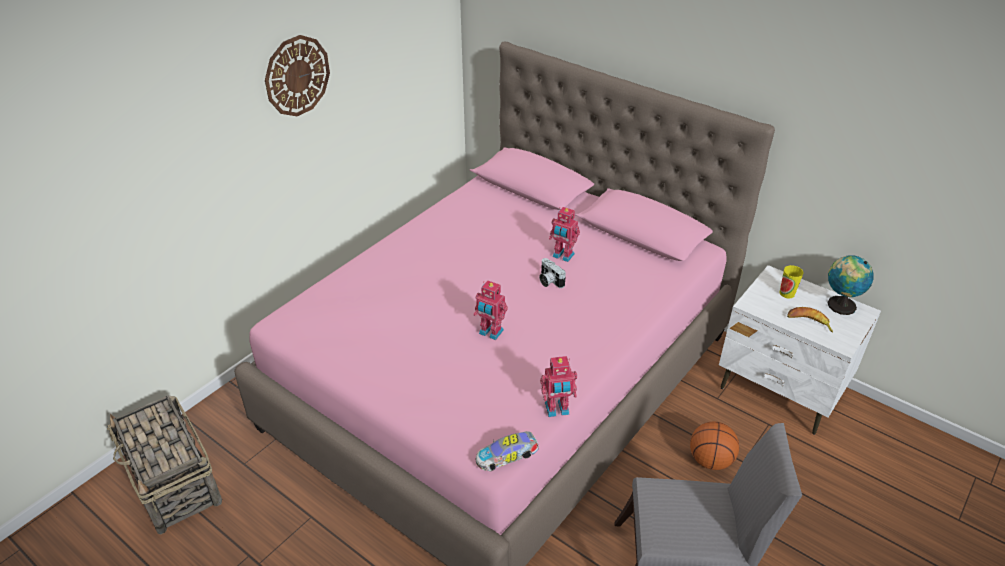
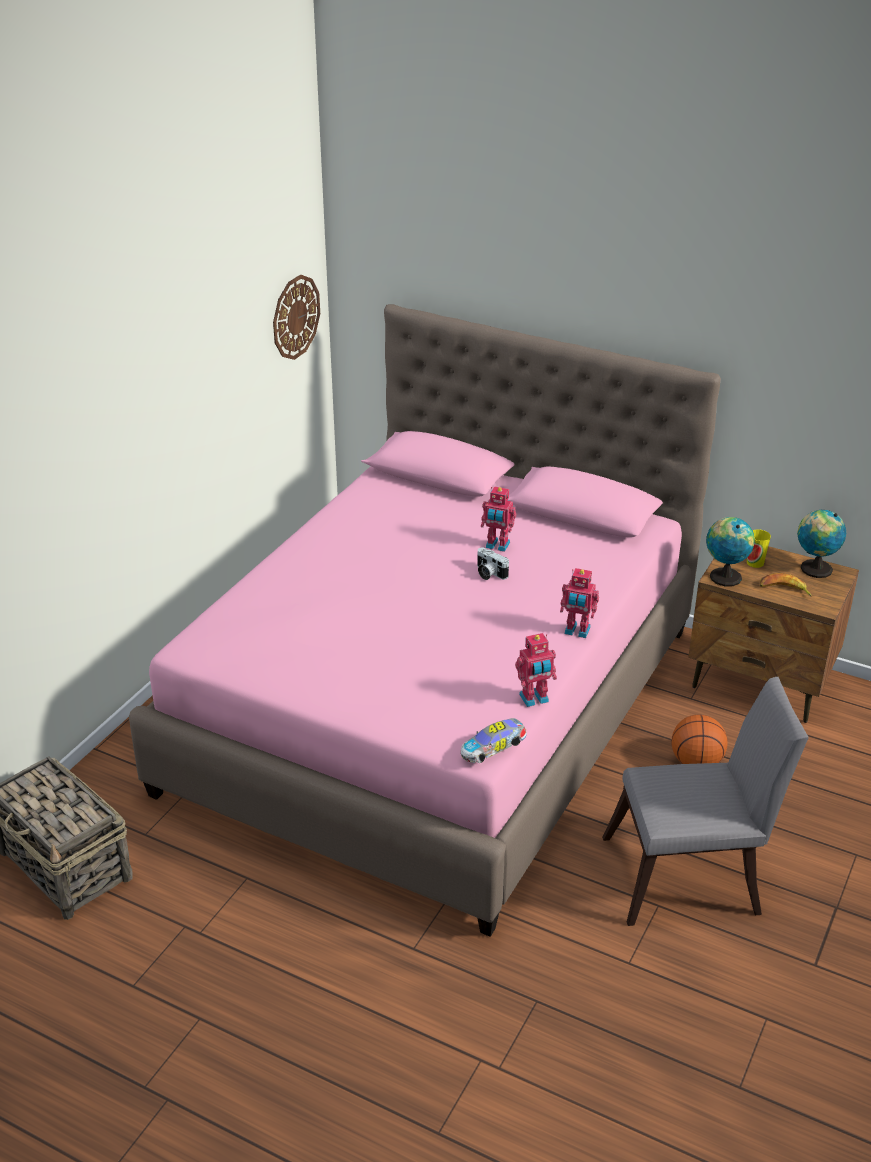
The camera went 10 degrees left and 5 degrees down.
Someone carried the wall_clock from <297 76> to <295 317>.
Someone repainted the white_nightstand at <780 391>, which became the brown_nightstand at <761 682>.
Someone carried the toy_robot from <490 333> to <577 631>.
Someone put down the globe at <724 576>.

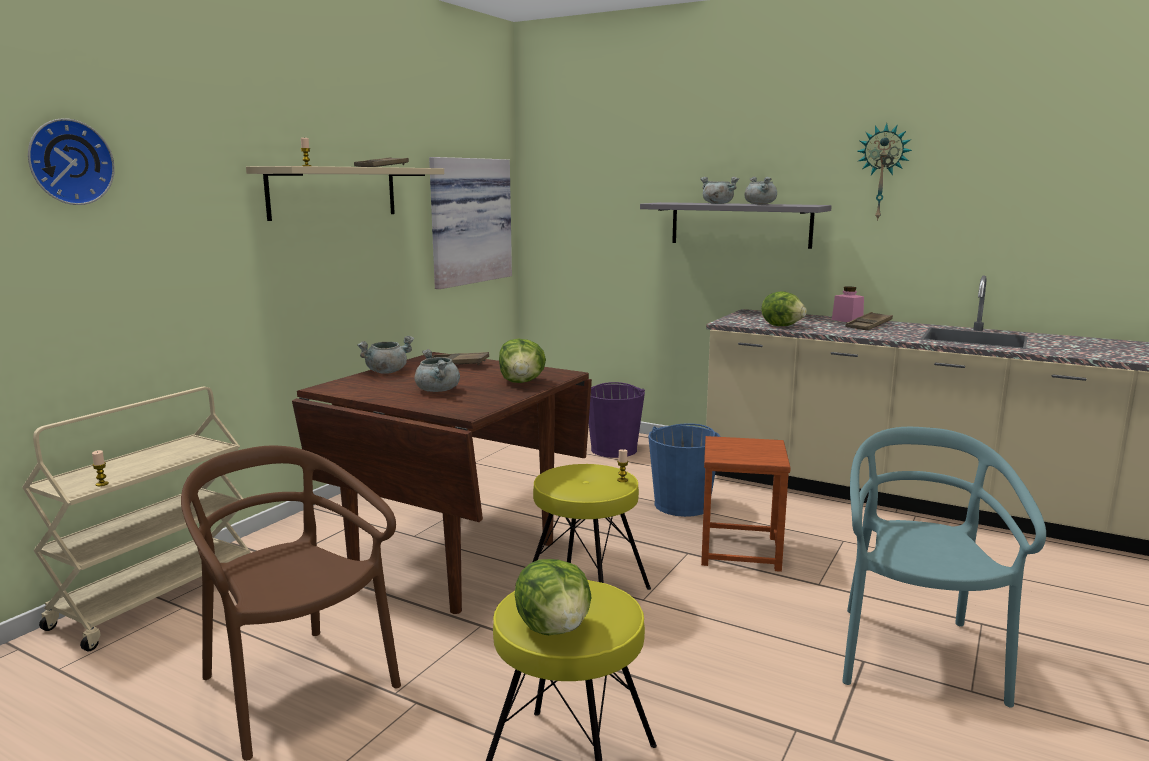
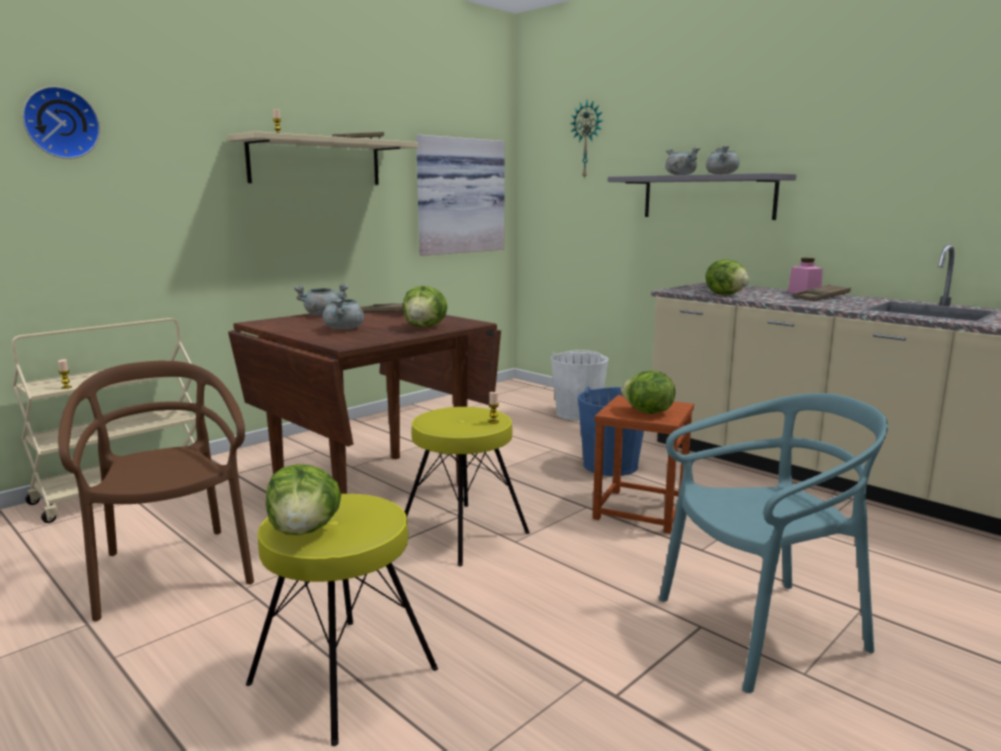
The camera went 15 degrees right and 0 degrees up.
Someone carried the wall_clock from <882 172> to <587 140>.
Someone repainted the purple_bucket at <614 449>, which became the white_bucket at <578 414>.
Someone rotated the turquoise_chair at <915 655> by 45 degrees clockwise.
Someone put down the lettuce at <647 412>.

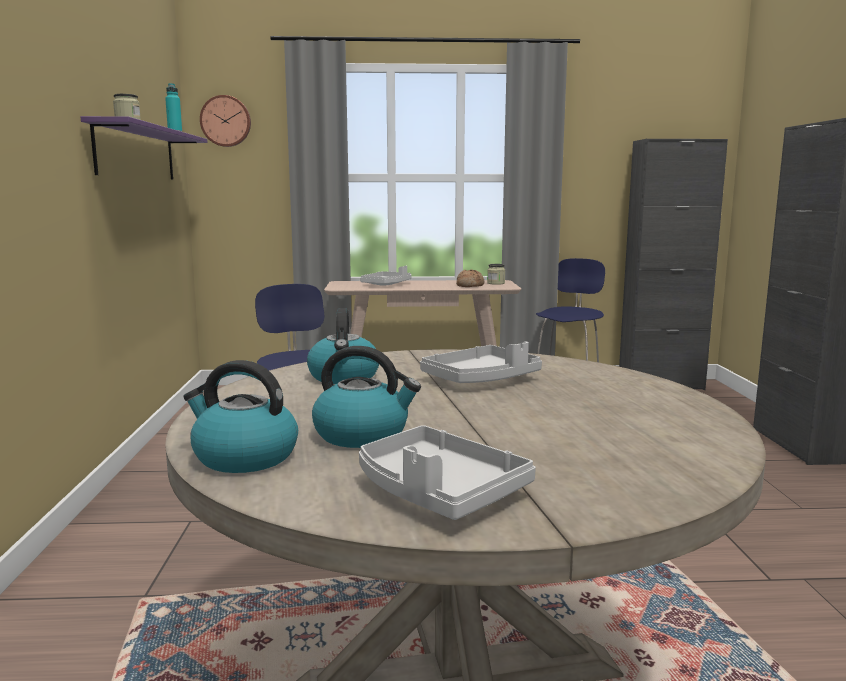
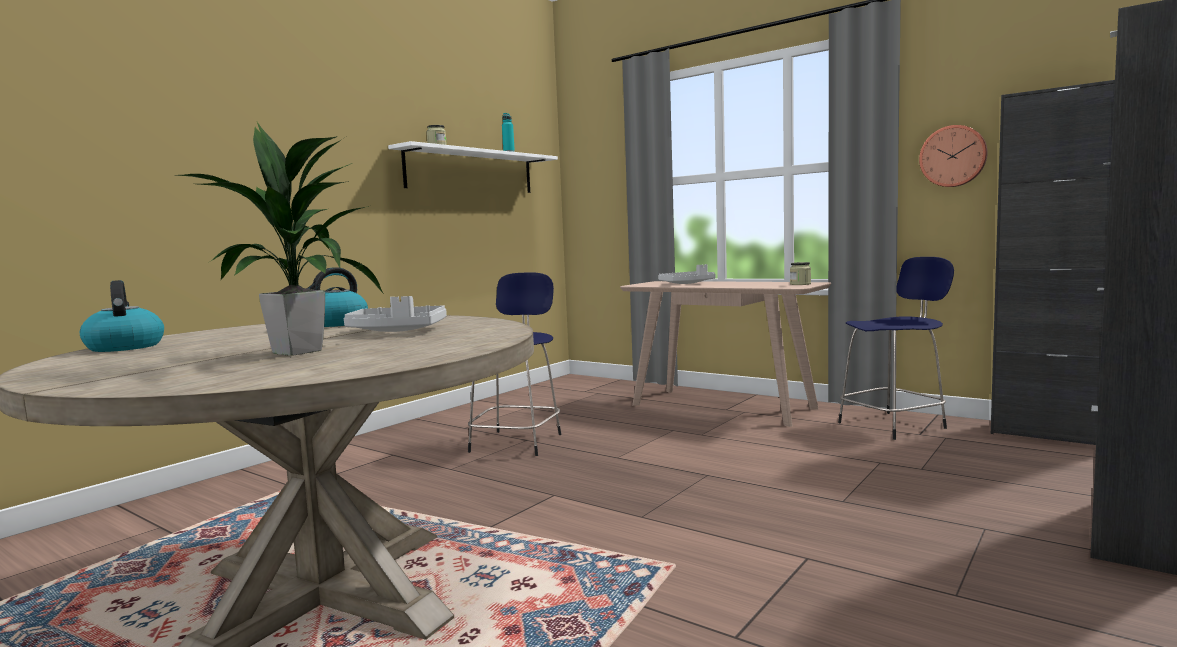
The camera went 40 degrees right and 5 degrees down.
Someone carried the wall_clock from <226 121> to <953 156>.
Someone repainted the purple_shelf at <137 153>, which became the white_shelf at <471 171>.
Someone took away the bread at <469 285>.
Someone took away the kettle at <363 434>.
Someone took away the grey_tray at <437 491>.
Someone put down the potted_plant at <298 352>.

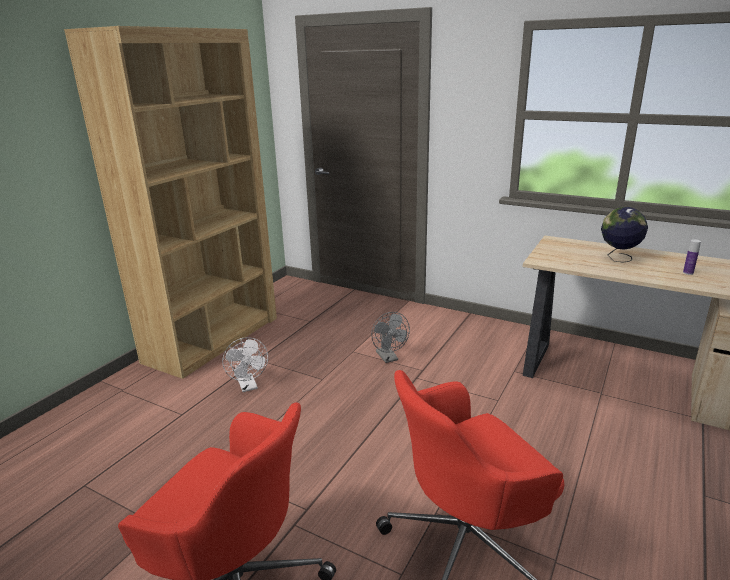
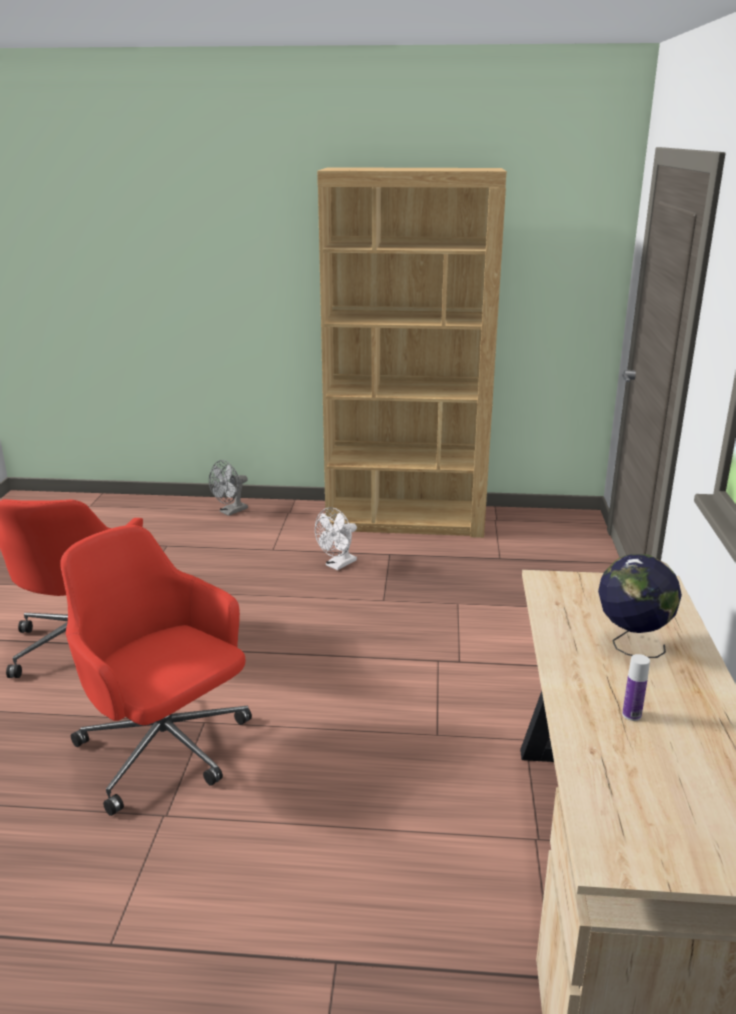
The camera went 65 degrees right and 0 degrees up.
Someone carried the grey_fan from <389 358> to <230 512>.

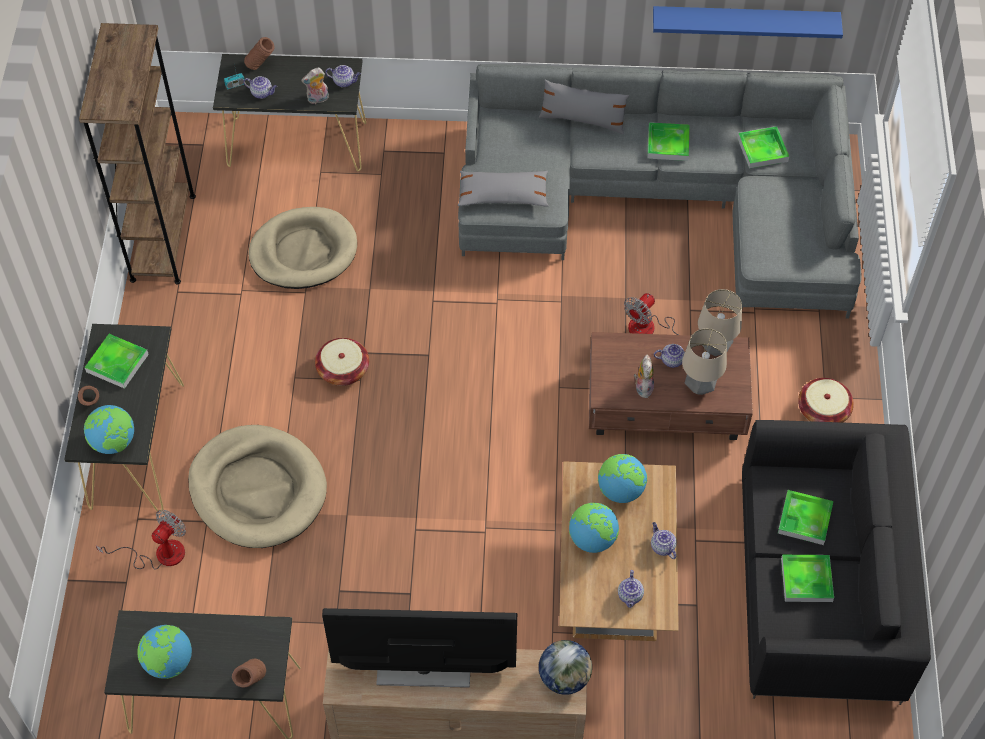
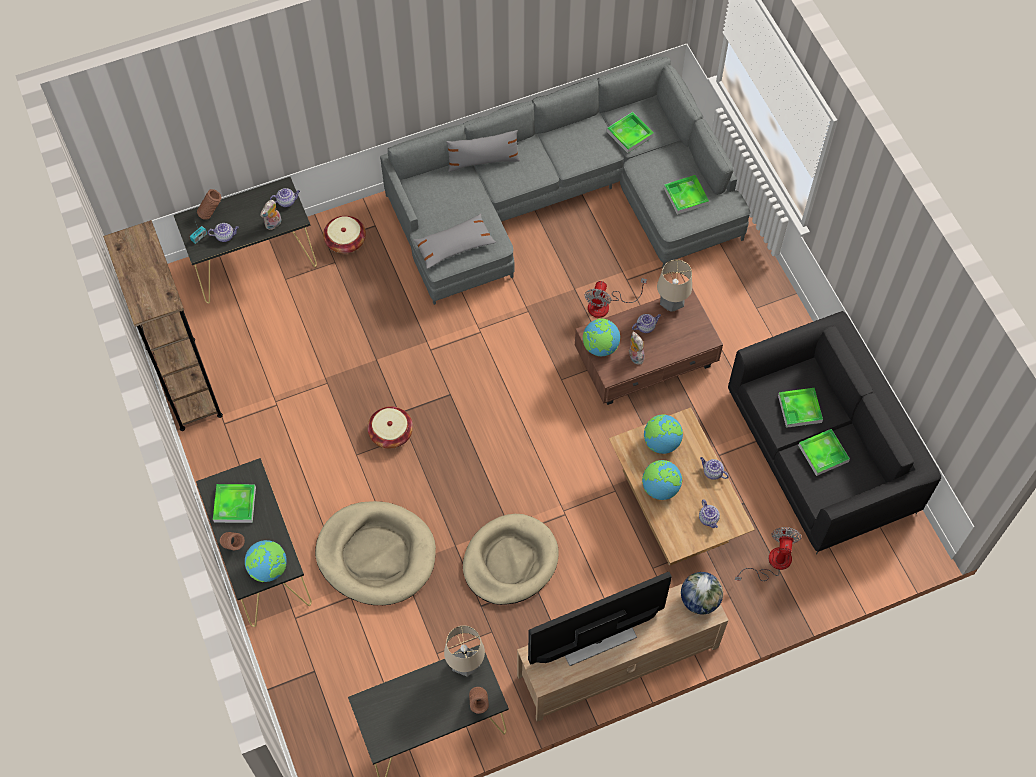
The camera went 25 degrees left and 5 degrees up.
Someone took away the blue_shelf at <744 21>.
Someone carried the tray from <668 144> to <686 196>.
Someone carried the beige_dog_bed from <303 251> to <510 561>.
Someone carried the table_lamp from <700 387> to <465 665>.
Someone carried the basket from <823 411> to <345 241>.
Someone carried the fan from <159 554> to <772 563>.
Someone carried the globe from <168 662> to <600 347>.

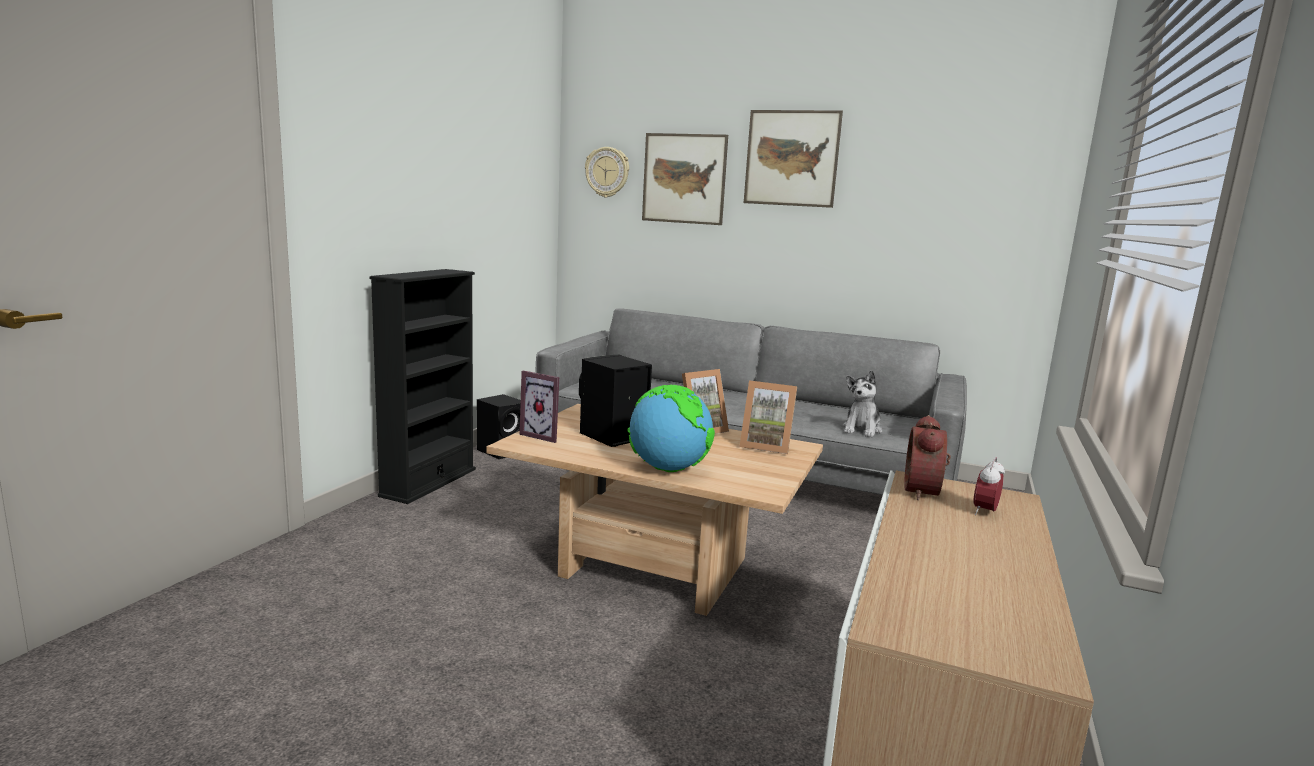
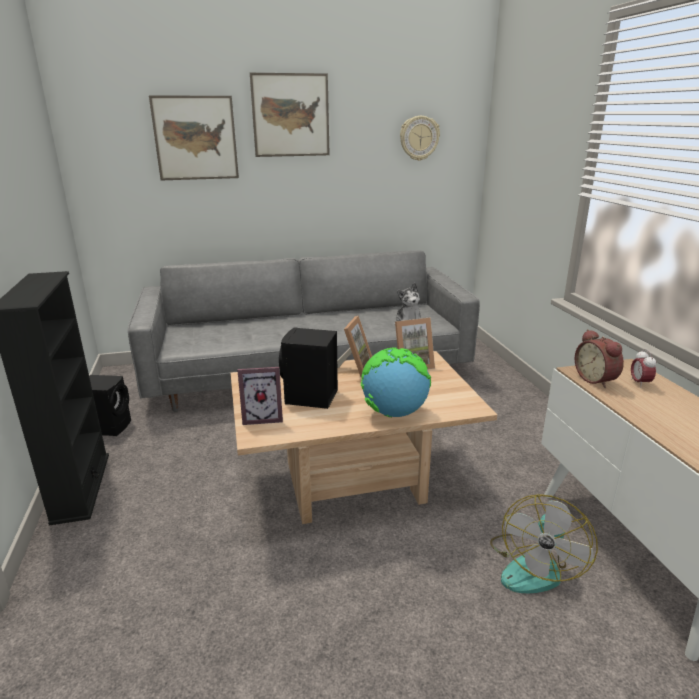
The camera went 35 degrees left and 10 degrees up.
Someone carried the wall_clock from <607 172> to <419 138>.
Someone put down the fan at <534 566>.

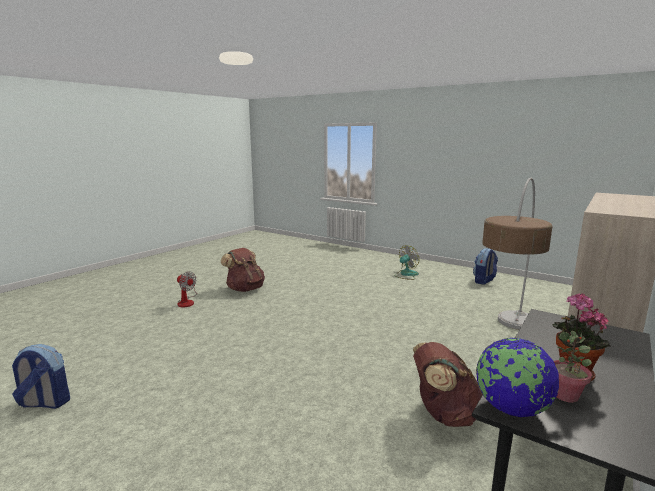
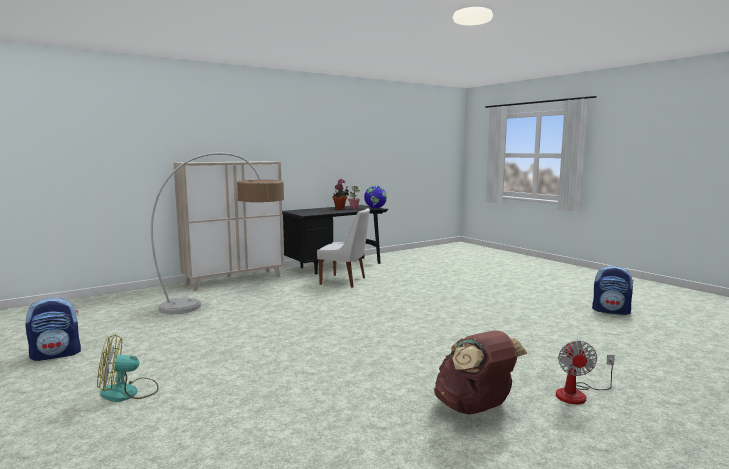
The camera went 160 degrees left and 5 degrees down.
Someone rotated the fan at <187 301> by 135 degrees counterclockwise.
Someone swapped the brown_backpack at <444 414> for the white_chair at <345 281>.

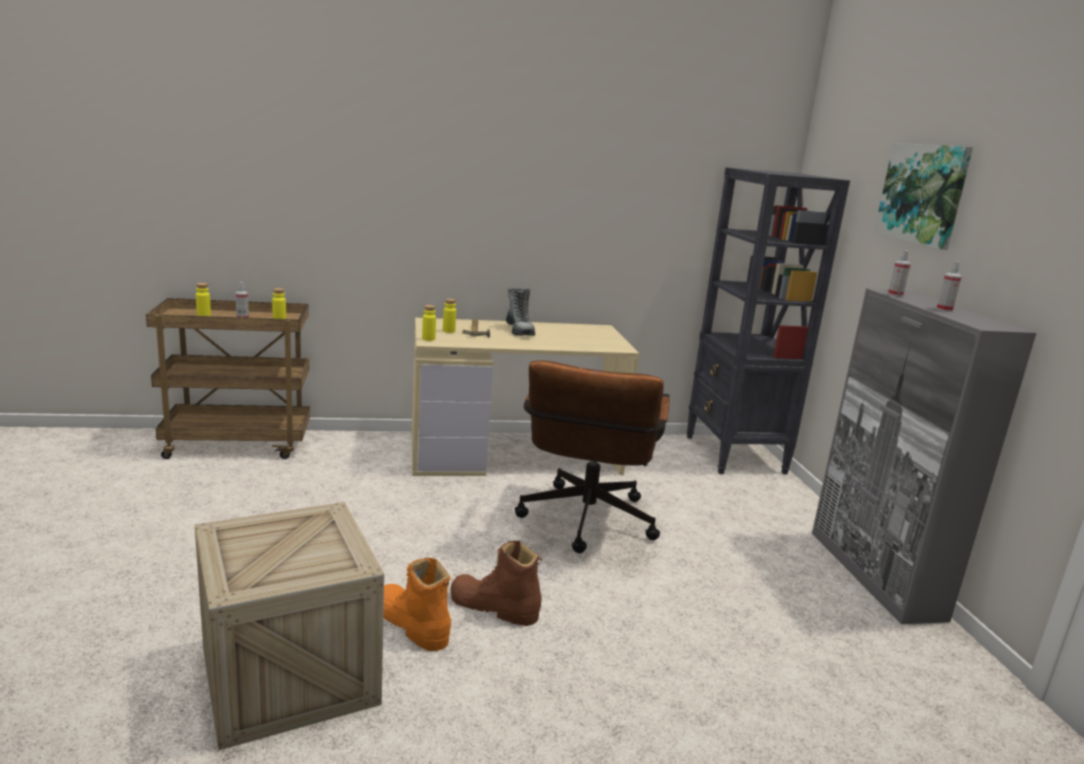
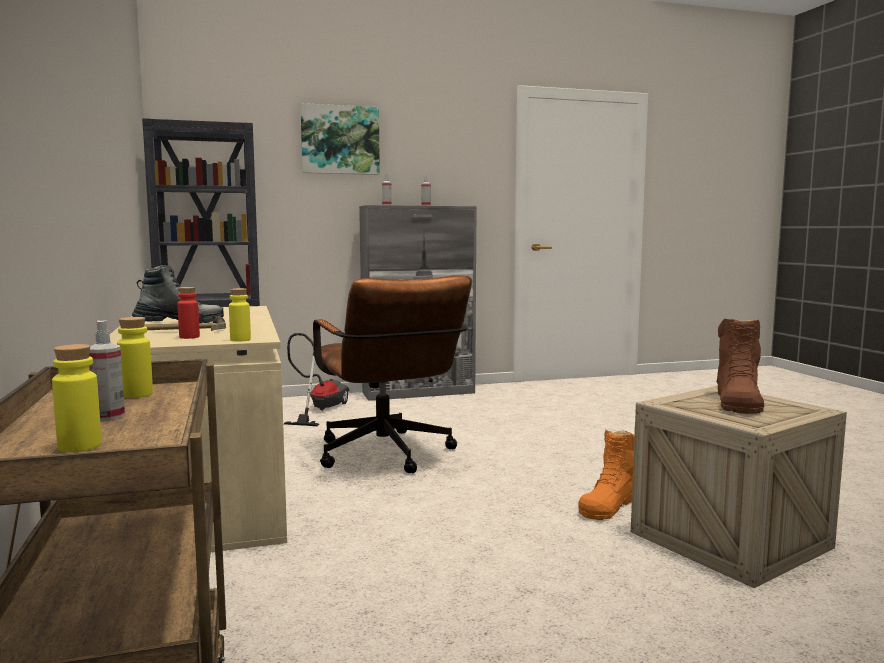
The camera went 95 degrees left and 10 degrees down.
Someone repainted the yellow_bottle at <449 331>, which became the red_bottle at <189 337>.
Someone rotated the brown_office_chair at <585 524> by 60 degrees clockwise.
Someone carried the brown_boot from <494 607> to <737 402>.
Someone put down the vacuum_cleaner at <319 410>.

